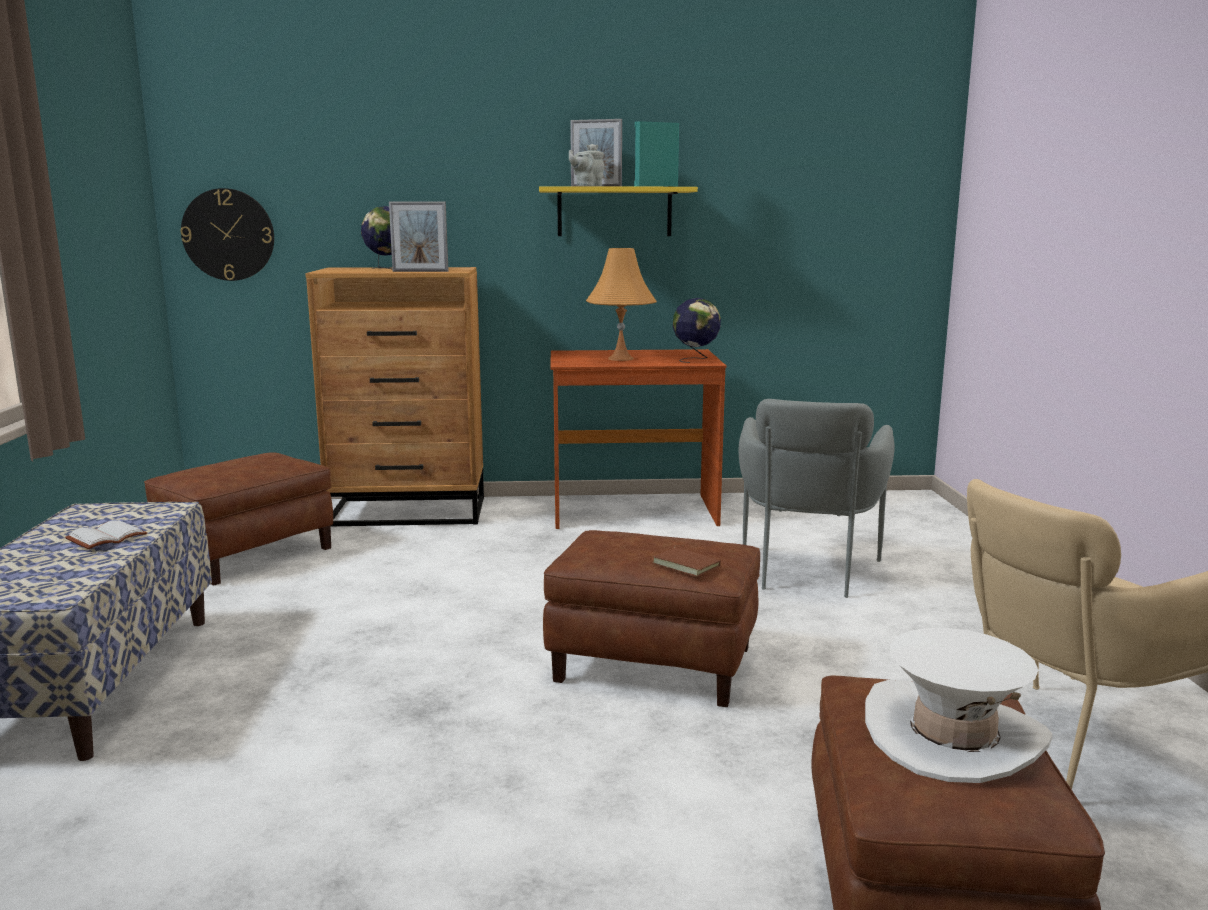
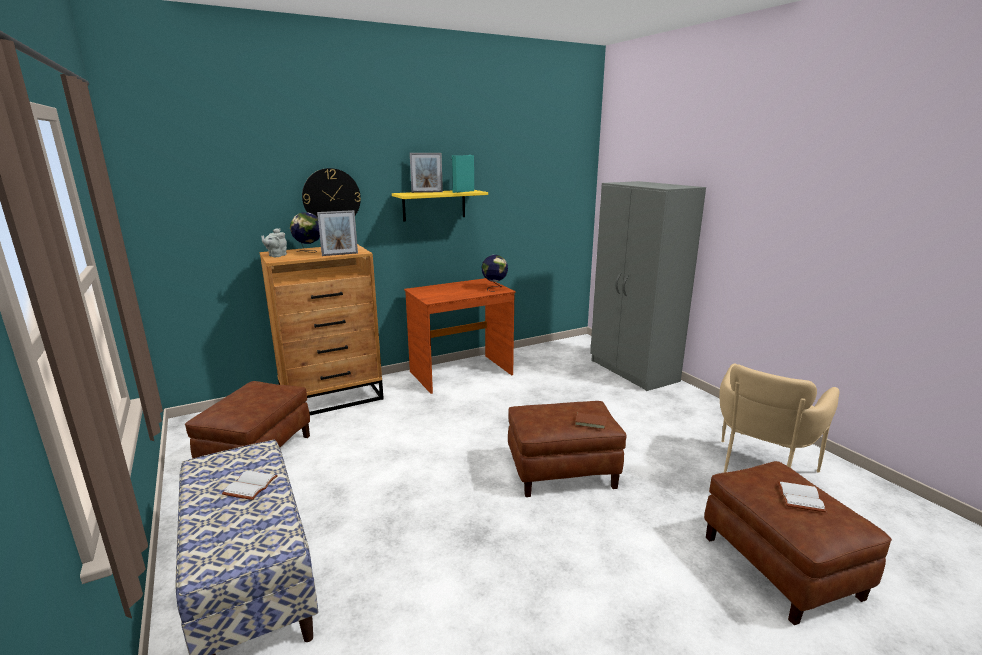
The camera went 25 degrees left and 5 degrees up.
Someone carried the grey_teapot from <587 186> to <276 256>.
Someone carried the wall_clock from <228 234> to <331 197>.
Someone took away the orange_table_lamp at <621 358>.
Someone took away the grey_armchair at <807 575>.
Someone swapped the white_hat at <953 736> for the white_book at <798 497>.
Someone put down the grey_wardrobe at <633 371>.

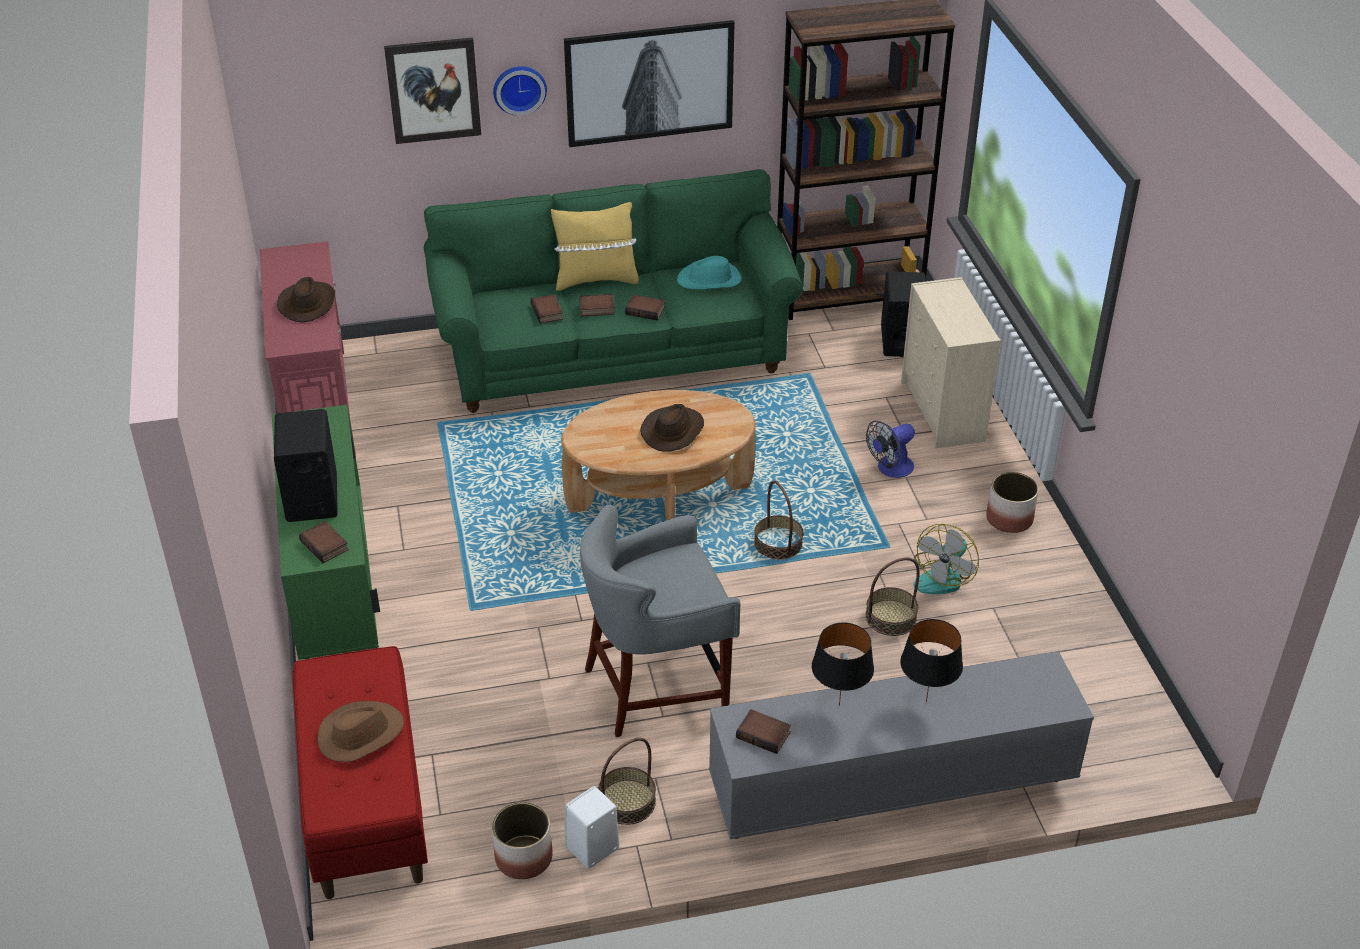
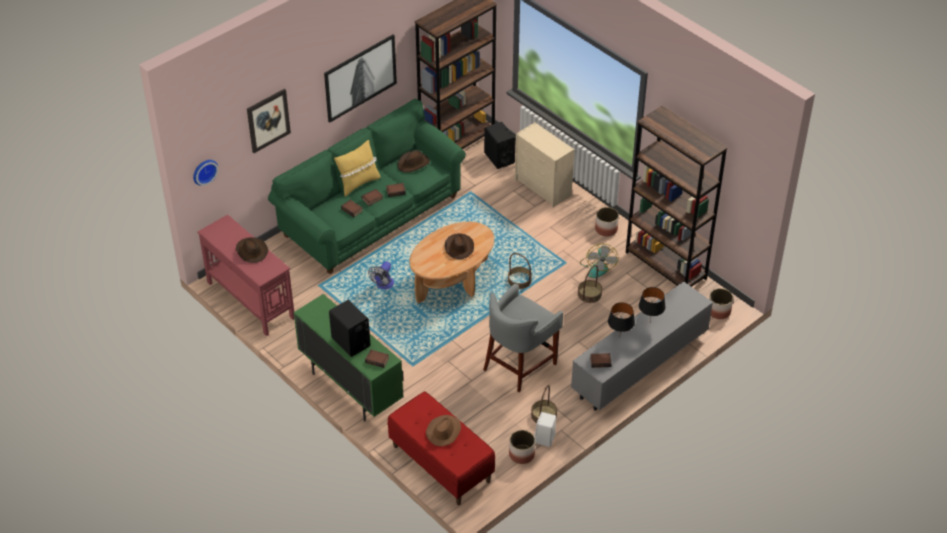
The camera went 30 degrees left and 5 degrees up.
Someone carried the wall_clock from <519 88> to <204 171>.
Someone repainted the turquoise_hat at <710 280>, which became the brown_hat at <413 163>.
Someone carried the fan from <890 469> to <383 285>.
Someone put down the brown_bookcase at <666 265>.
Someone put down the planter at <719 311>.

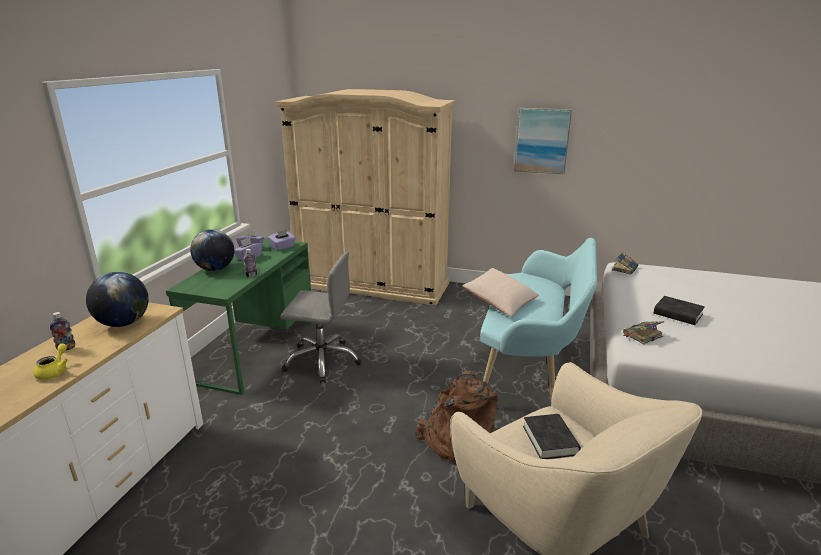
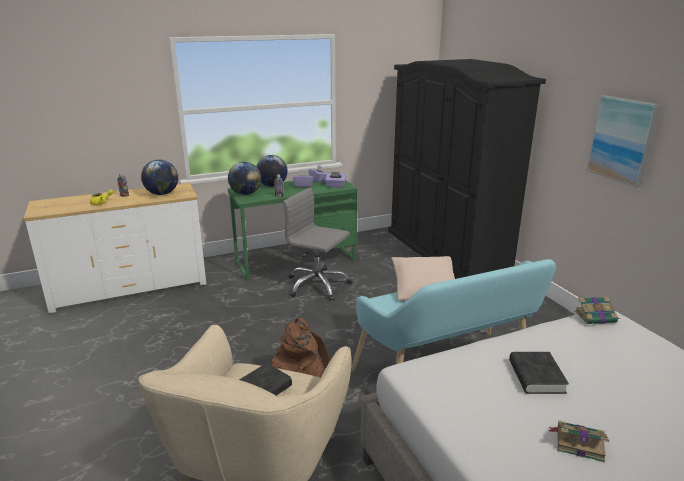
The camera went 50 degrees right and 0 degrees up.
Someone repainted the beige_wardrobe at <372 284>, which became the black_wardrobe at <446 252>.
Someone rotated the grey_office_chair at <322 360> by 150 degrees clockwise.
Someone carried the book from <642 335> to <578 443>.
Someone put down the globe at <245 194>.

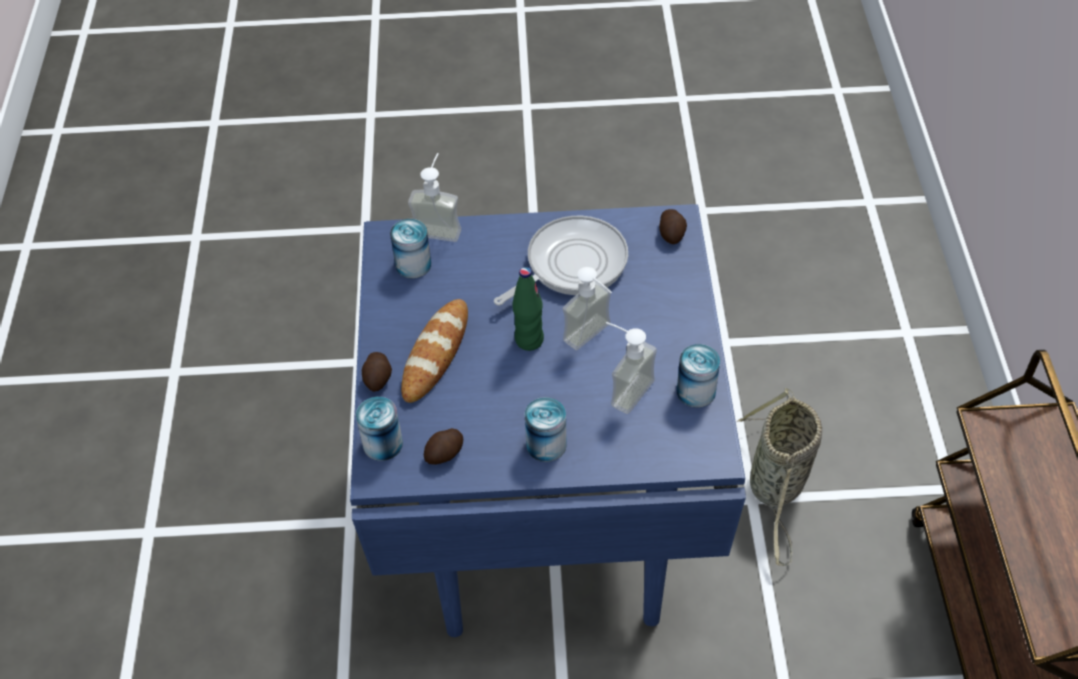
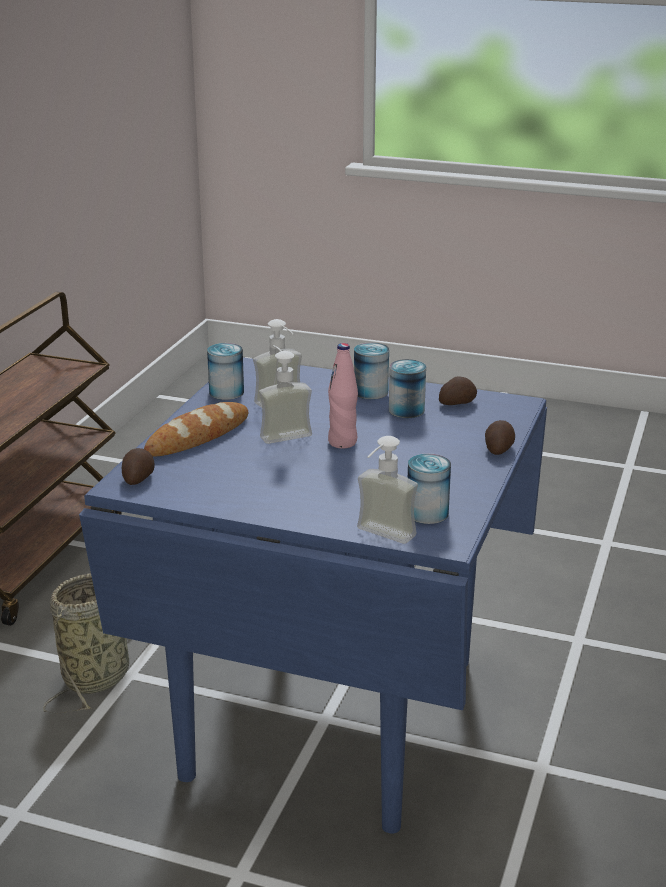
The camera went 160 degrees left and 25 degrees down.
Someone took away the frying_pan at <571 265>.
Someone repainted the green_bottle at <529 340>, which became the pink_bottle at <342 442>.
Someone carried the bread from <436 353> to <198 436>.
Someone carried the can from <382 444> to <406 410>.

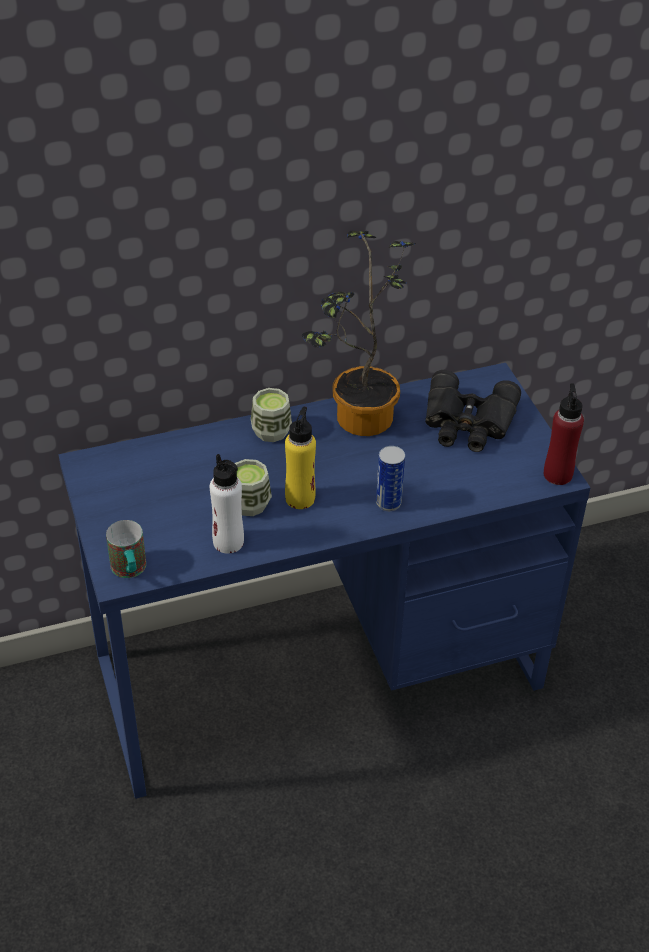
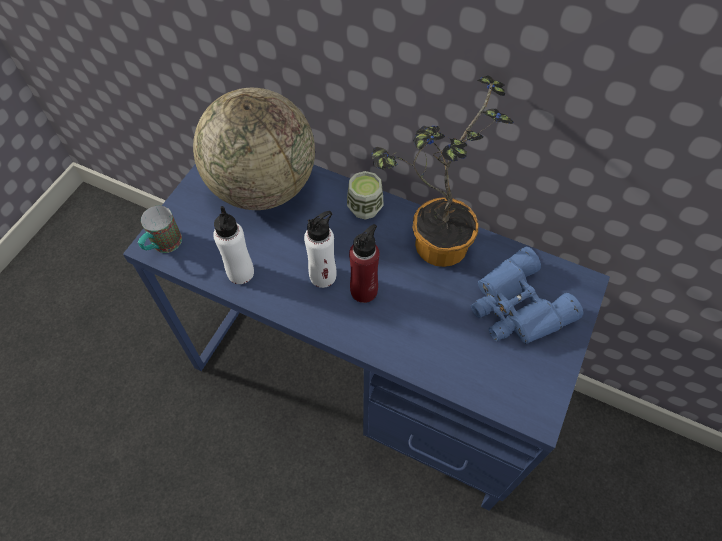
The camera went 45 degrees right and 15 degrees up.
Someone repainted the black_binoculars at <468 423>, which became the blue_binoculars at <516 307>.
Someone carried the red_bottle from <557 474> to <364 290>.
Someone repainted the yellow_bottle at <300 498>, which became the white_bottle at <323 276>.
Someone took away the can at <388 503>.
Someone took away the cup at <249 504>.
Someone put down the globe at <262 187>.

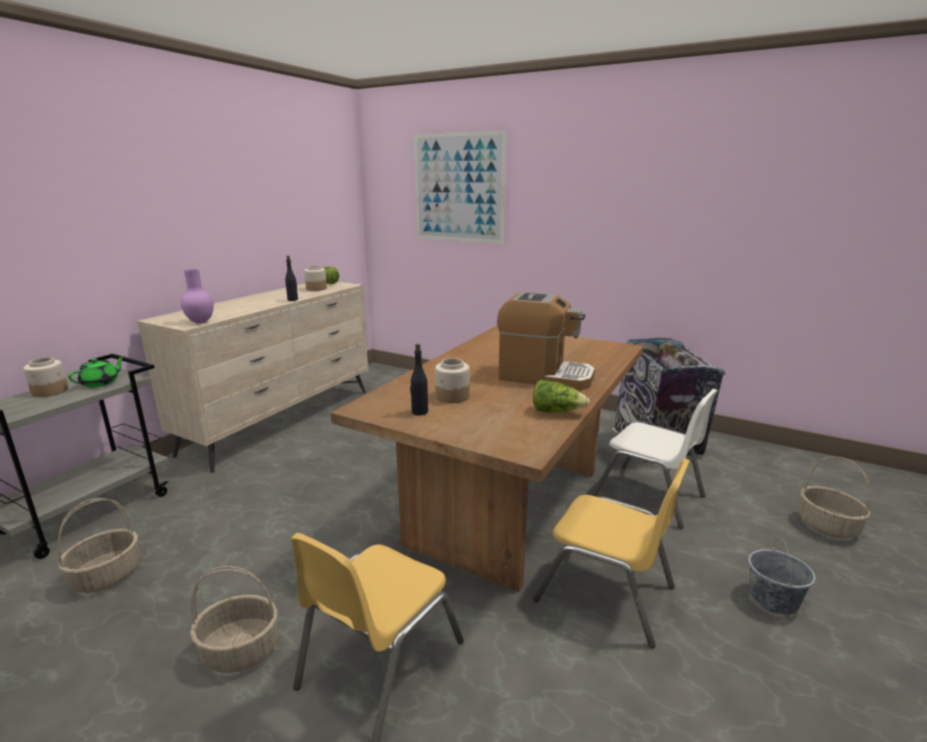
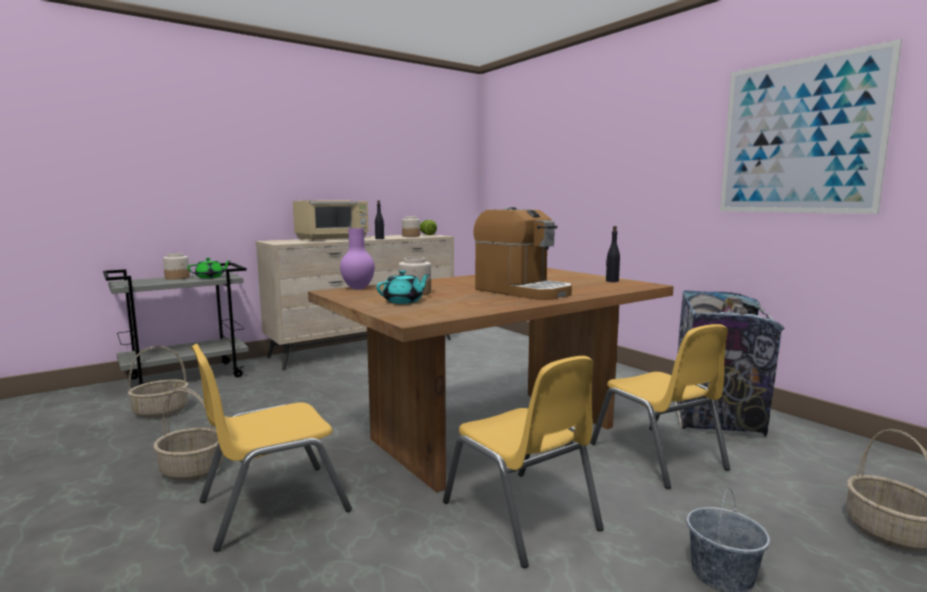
The camera went 25 degrees right and 10 degrees down.
Someone carried the picture from <458 188> to <799 137>.
Someone carried the purple_vase from <200 322> to <357 288>.
Someone carried the black_bottle from <419 412> to <612 281>.
Someone took away the lettuce at <556 411>.
Someone repainted the white_chair at <649 496>, which became the yellow_chair at <657 456>.
Someone put down the beige_microwave at <333 238>.
Someone put down the turquoise_teapot at <404 301>.

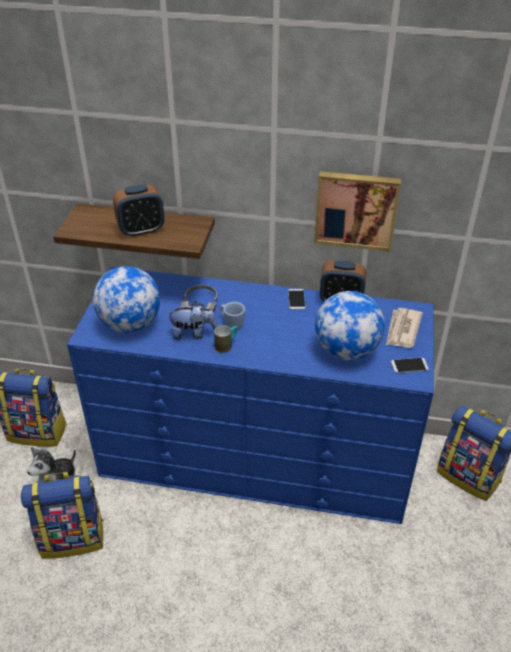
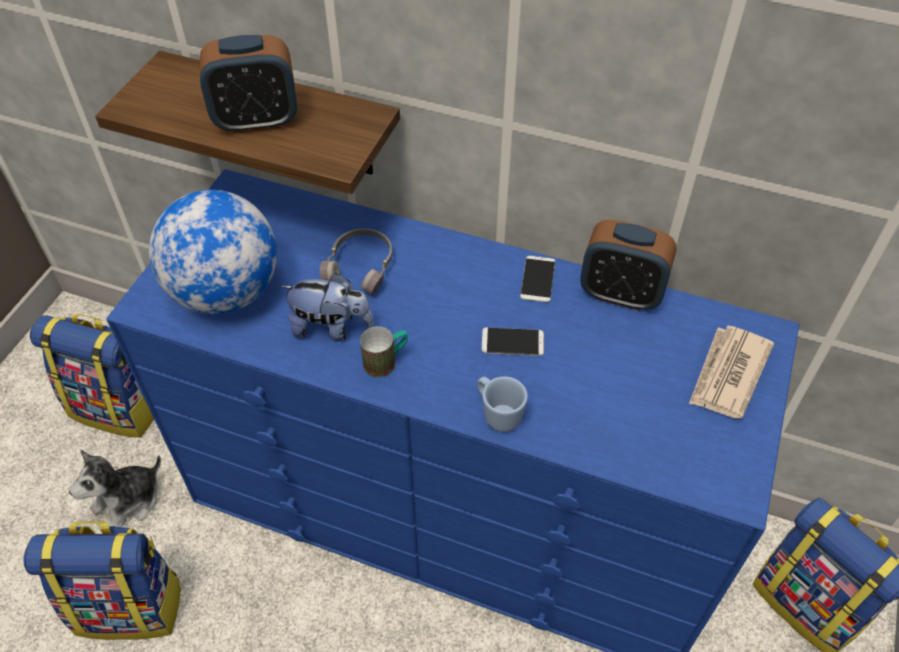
The camera went 10 degrees right and 10 degrees up.
Someone took away the picture at <356 209>.
Someone took away the globe at <346 350>.
Someone carried the blue_mug from <231 323> to <497 413>.
Someone carried the phone from <409 366> to <512 342>.

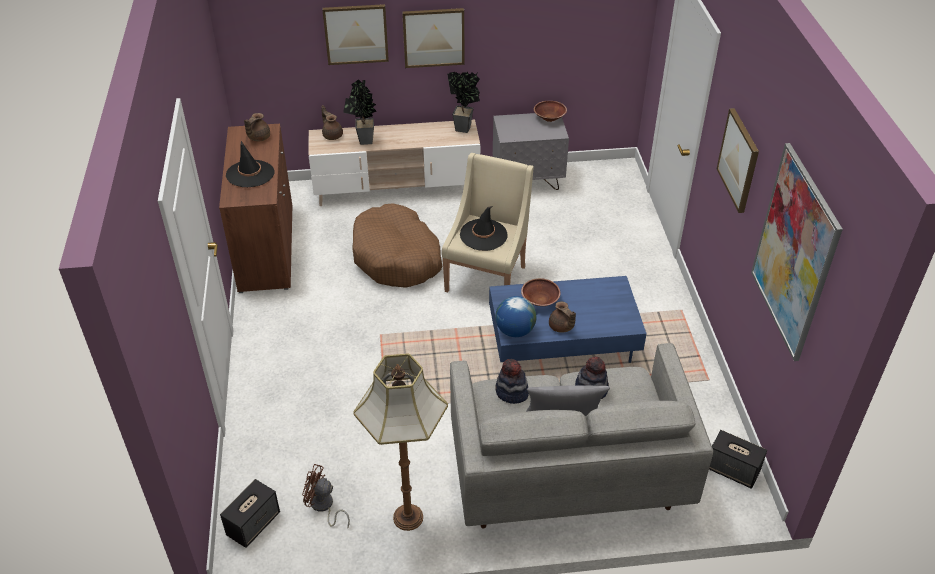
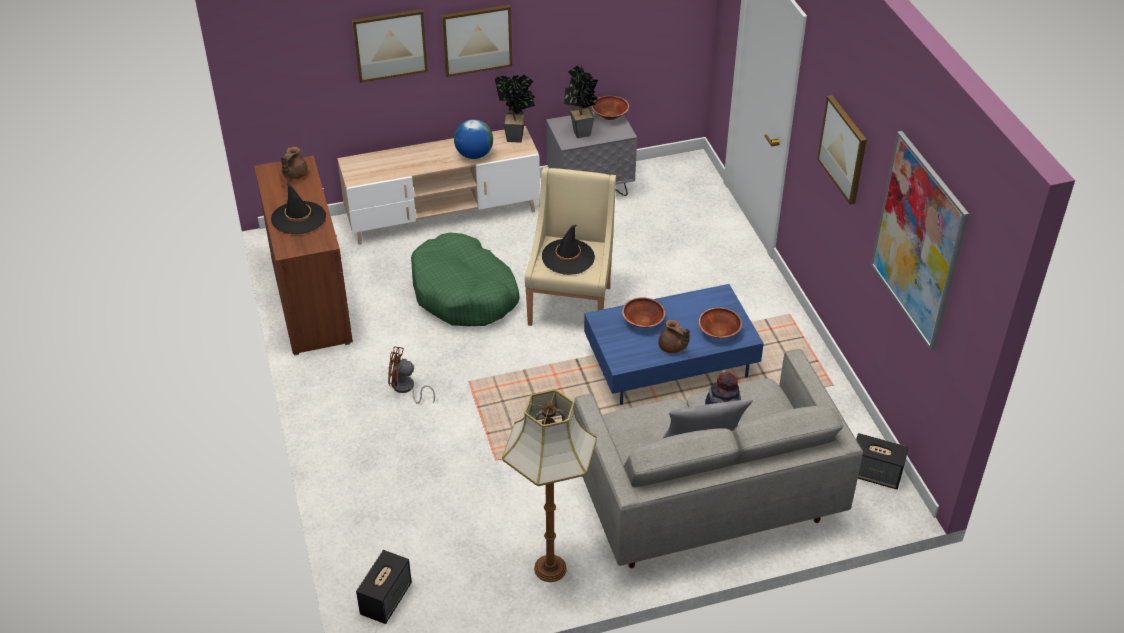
The camera went 10 degrees left and 0 degrees up.
Someone carried the potted_plant from <364 142> to <581 135>.
Someone took away the brown_teapot at <332 135>.
Someone repainted the brown_dog_bed at <397 257>, which became the green_dog_bed at <464 293>.
Someone carried the globe from <515 331> to <474 155>.
Someone took away the hat at <511 392>.
Someone carried the brown_fan from <323 507> to <406 389>.
Someone put down the brown_bowl at <719 331>.

